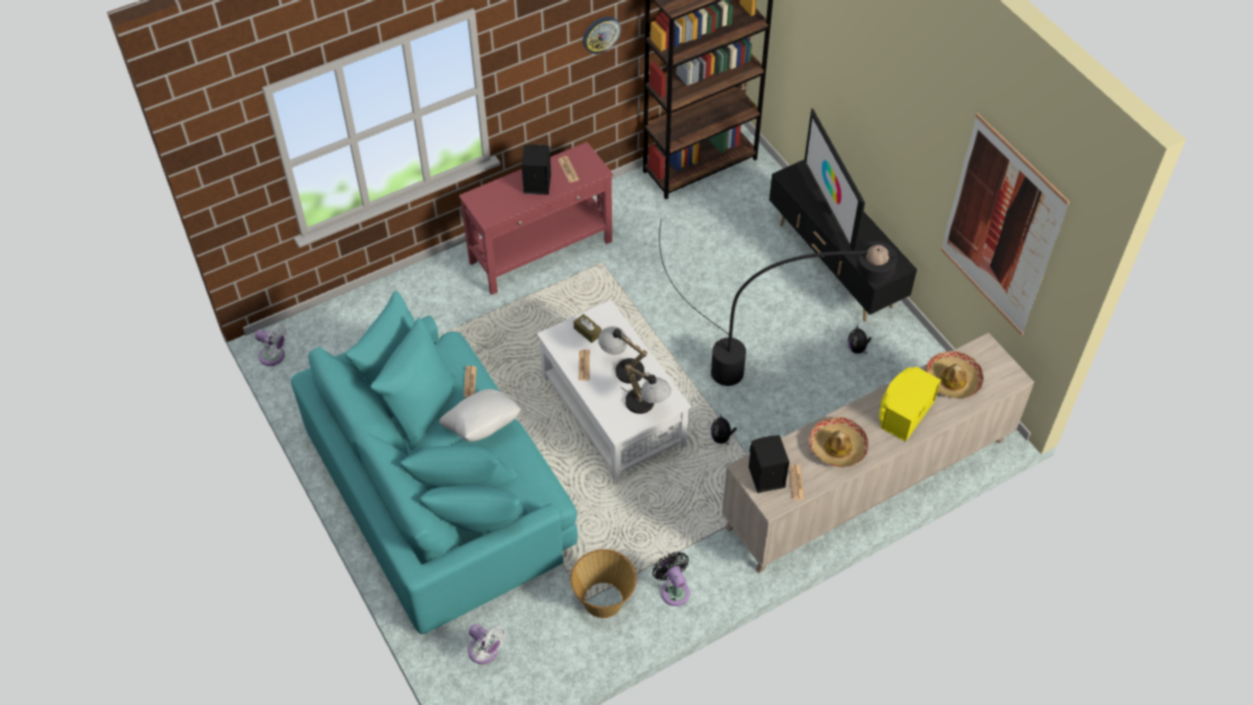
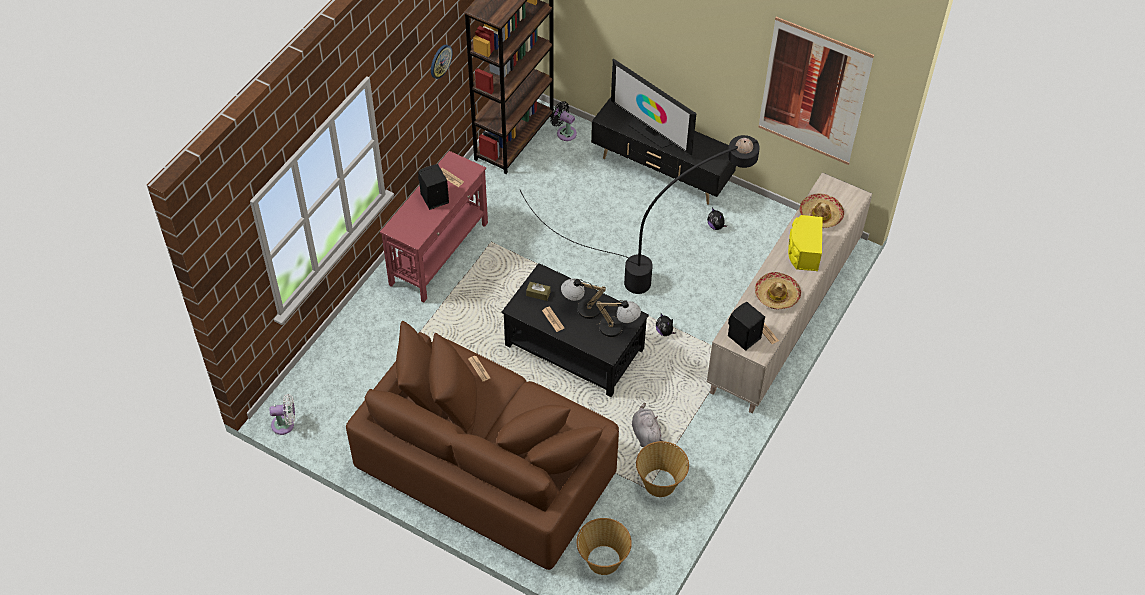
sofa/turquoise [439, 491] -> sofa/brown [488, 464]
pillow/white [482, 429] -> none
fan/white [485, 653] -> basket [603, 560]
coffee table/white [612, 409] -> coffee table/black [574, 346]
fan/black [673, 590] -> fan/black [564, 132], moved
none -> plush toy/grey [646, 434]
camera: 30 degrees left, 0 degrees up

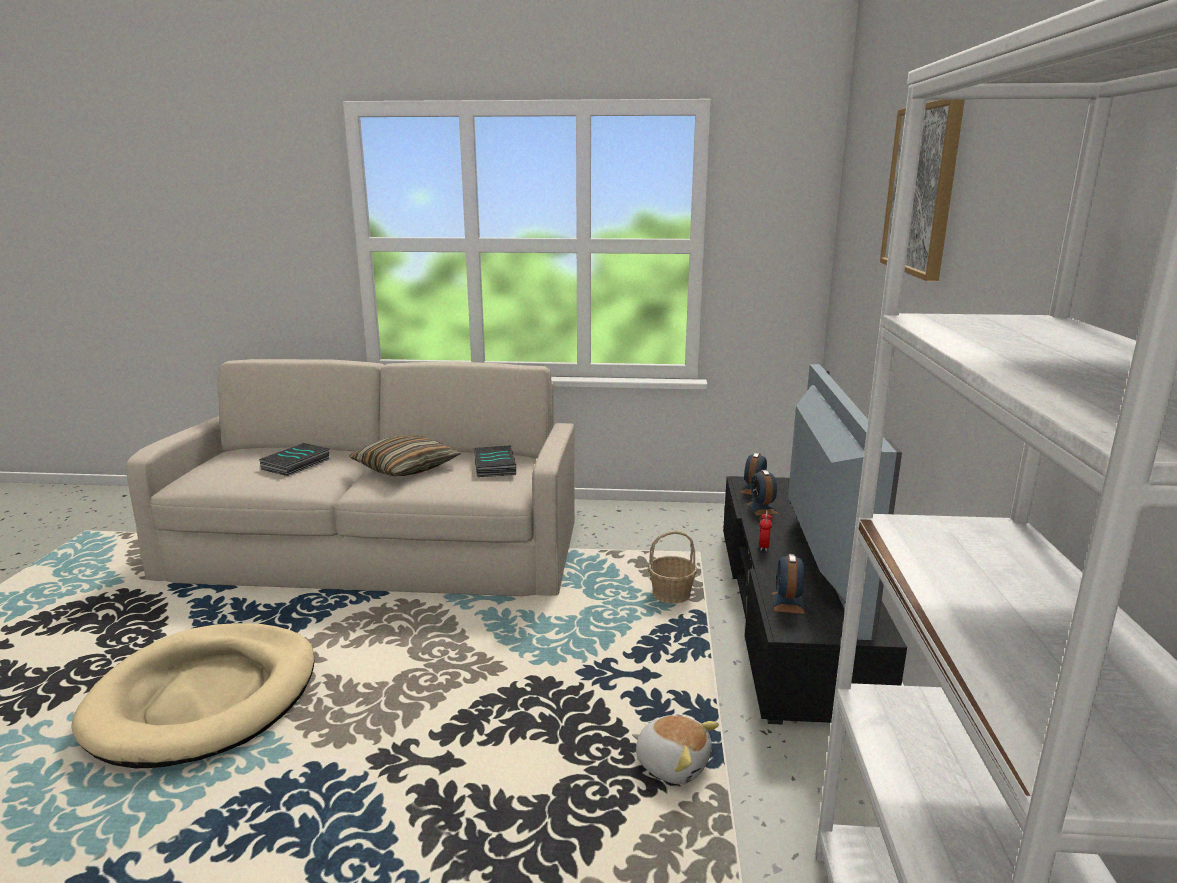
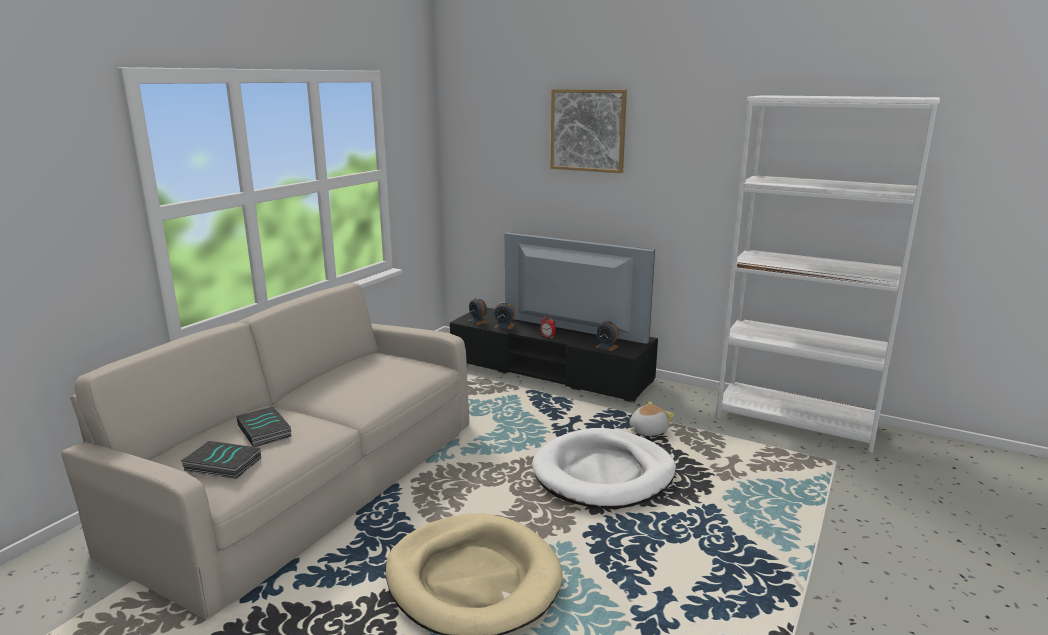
pillow [405, 468] -> none
book [493, 466] -> book [221, 465], moved
basket [671, 595] -> none
none -> dog bed/white [604, 474]
camera: 65 degrees left, 0 degrees up

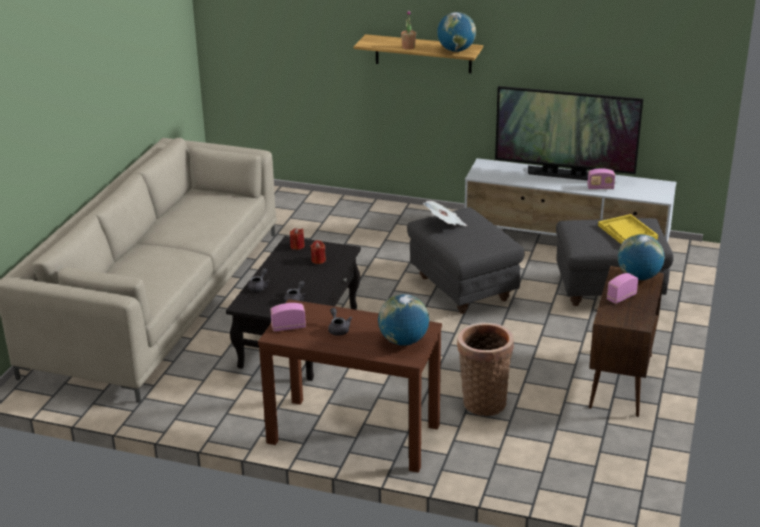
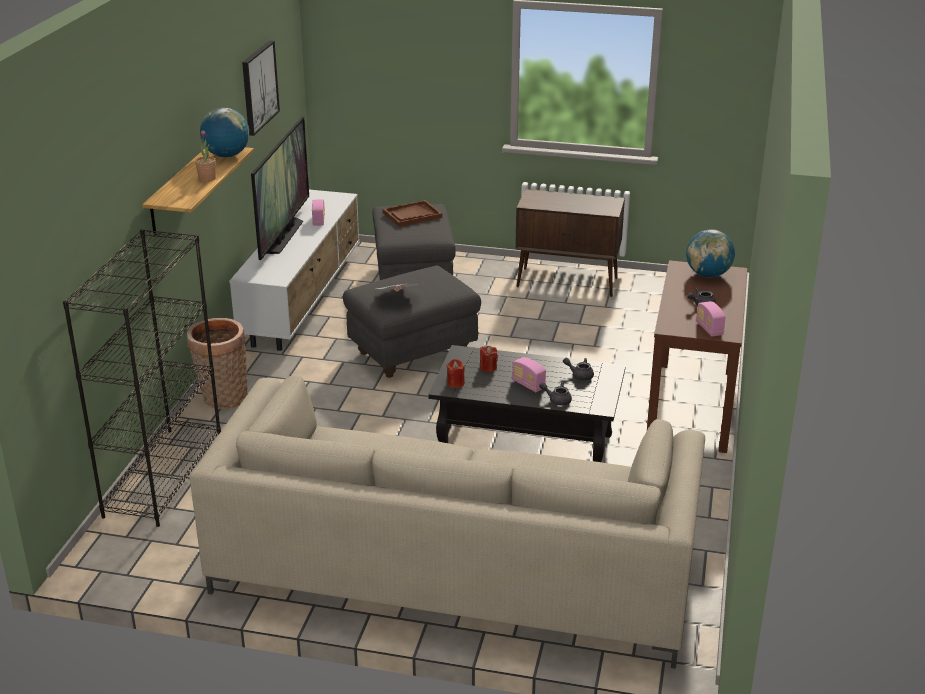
basket [483, 401] -> basket [222, 399], moved
tray/yellow [627, 232] -> tray/brown [412, 215]
radio [621, 297] -> radio [528, 385], moved
globe [638, 277] -> none
none -> bookcase/black [164, 475]
none -> picture [259, 87]
camera: 95 degrees left, 0 degrees up

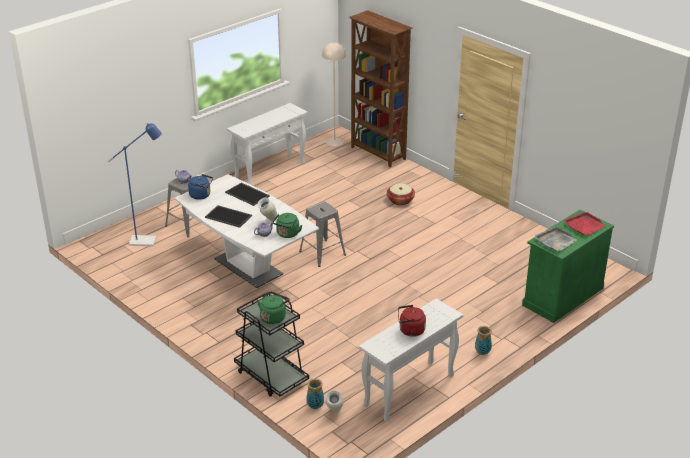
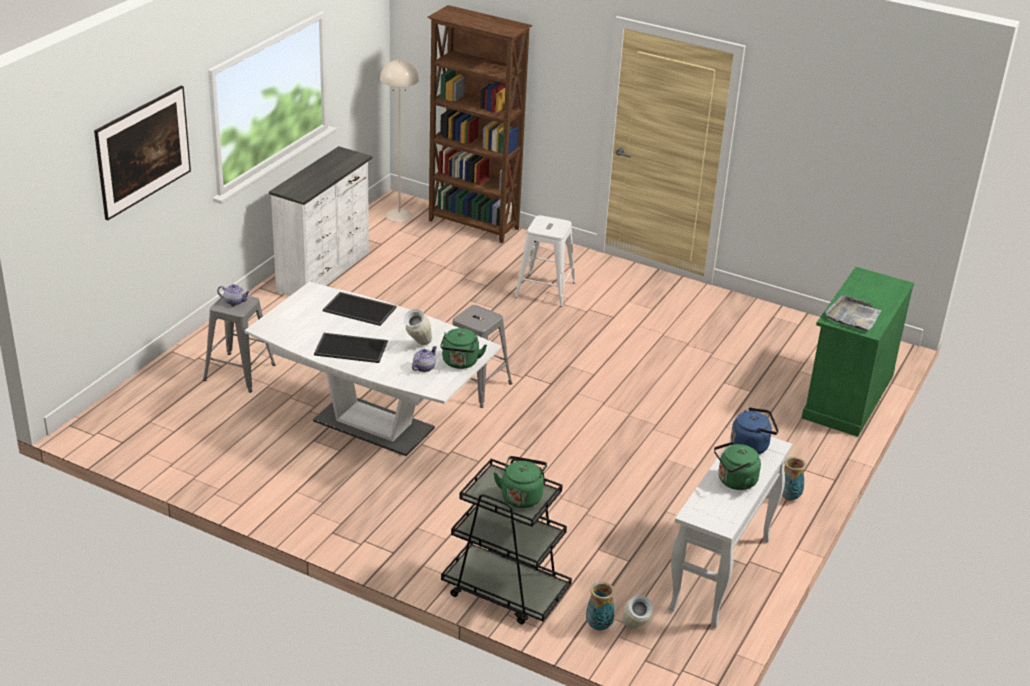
floor lamp/blue [148, 241] -> none
kettle/blue [201, 195] -> kettle/blue [751, 446], moved
console table/white [270, 171] -> dresser/white [325, 271]
basket [400, 200] -> stool/white [545, 290]
kettle/red [410, 331] -> kettle/green [734, 482]
tray/red [584, 225] -> none
none -> picture [145, 173]
camera: 20 degrees left, 0 degrees up

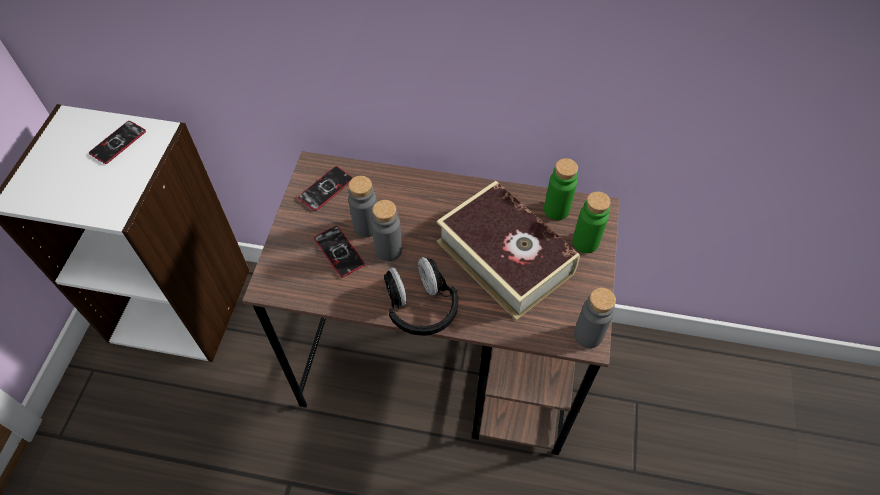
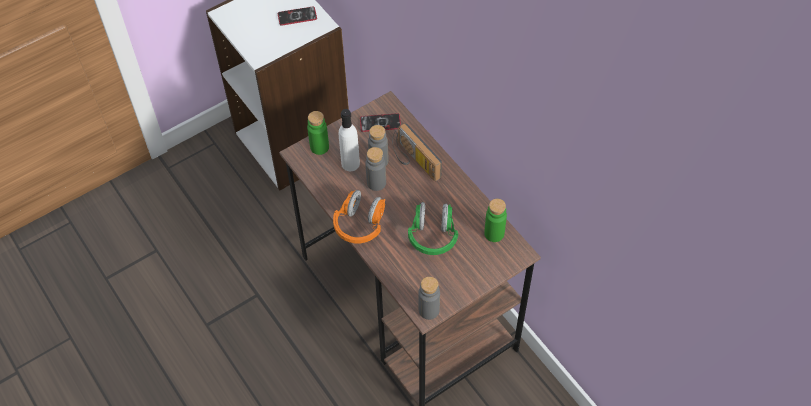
phone [339, 252] -> bottle/white [350, 163]
headphones/black [420, 306] -> headphones/orange [360, 225]
book [504, 257] -> headphones/green [433, 236]
bottle/green [585, 242] -> bottle/green [319, 147], moved
none -> radio [413, 161]
camera: 45 degrees right, 0 degrees up

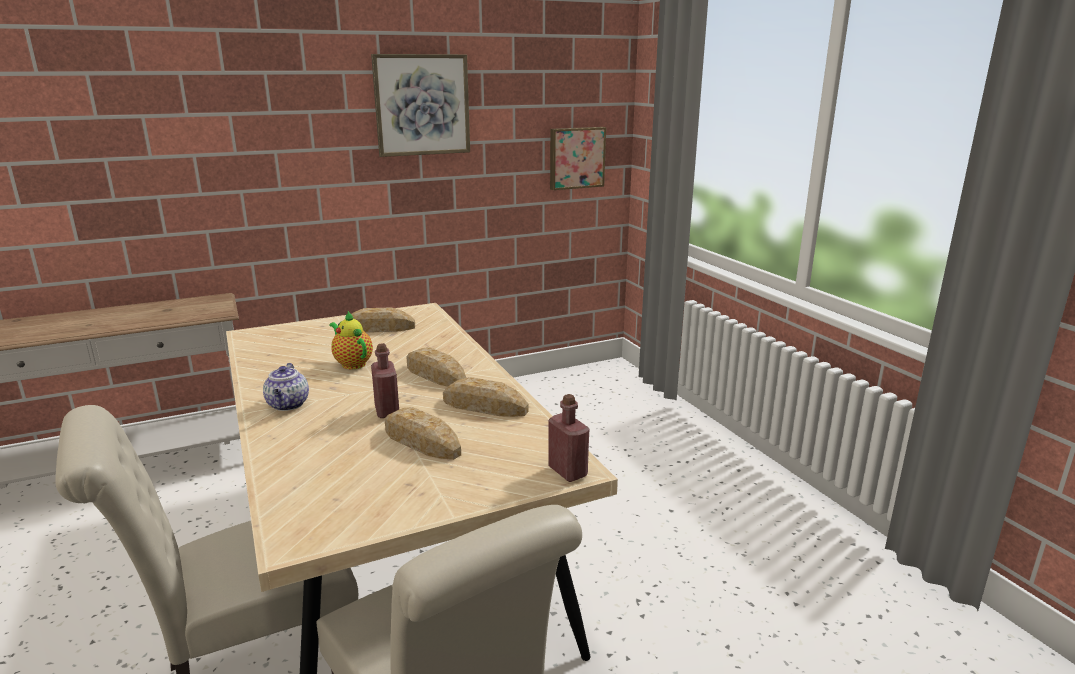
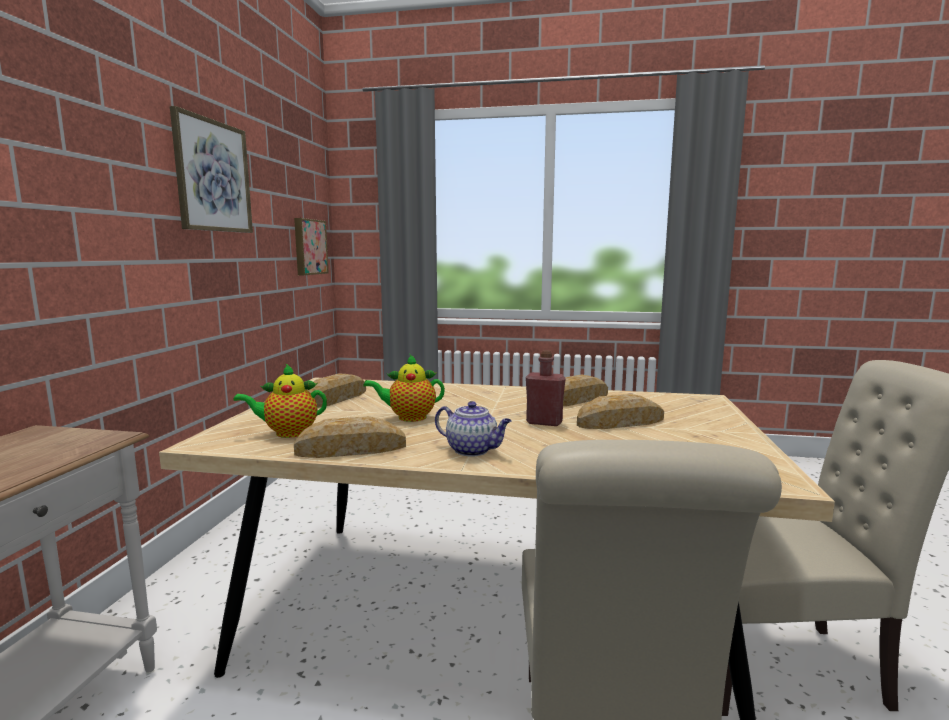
bread [435, 375] -> bread [351, 449], moved
bottle/red [567, 471] -> none
none -> teapot [287, 433]
camera: 55 degrees left, 10 degrees down

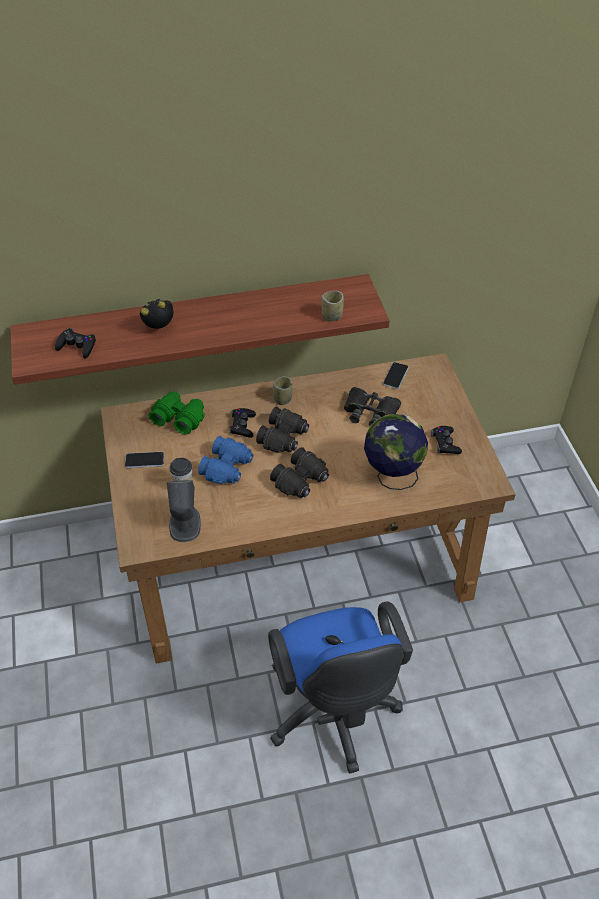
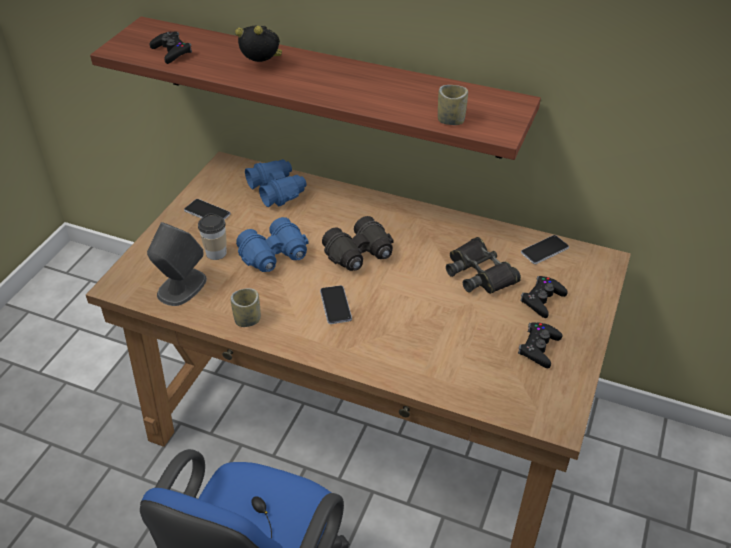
binoculars/green [179, 418] -> binoculars/blue [277, 190]
game controller/black [242, 425] -> game controller/black [542, 300], moved
binoculars/black [301, 481] -> phone [335, 305]
cup [282, 399] -> cup [247, 320], moved
globe [392, 477] -> none
camera: 35 degrees right, 5 degrees down

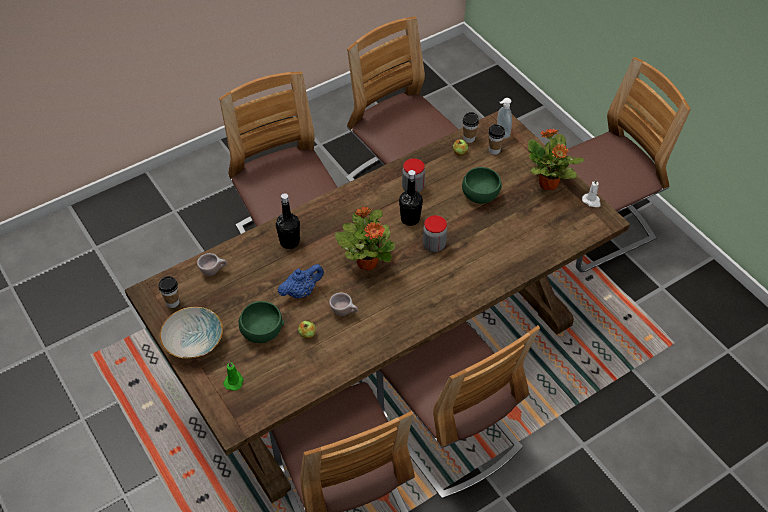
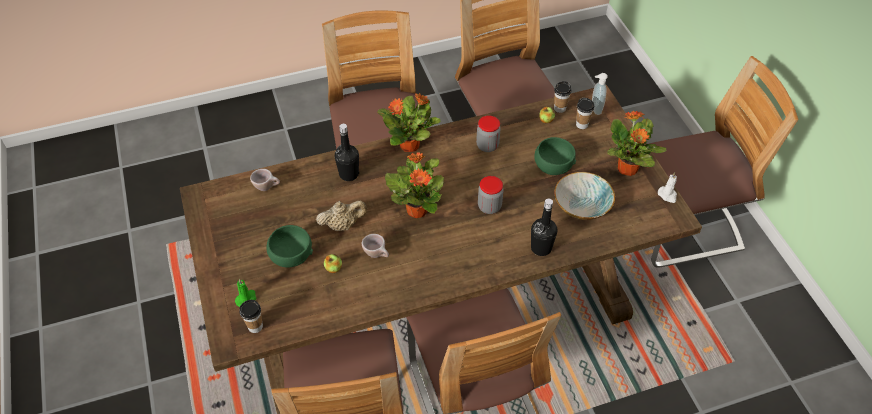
cup [172, 302] -> cup [255, 326], moved
bowl [194, 343] -> bowl [582, 207], moved
teapot/blue [301, 291] -> teapot/beige [343, 225]
bottle/black [410, 219] -> bottle/black [541, 248], moved
none -> potted plant [410, 145]
camera: 15 degrees right, 0 degrees up

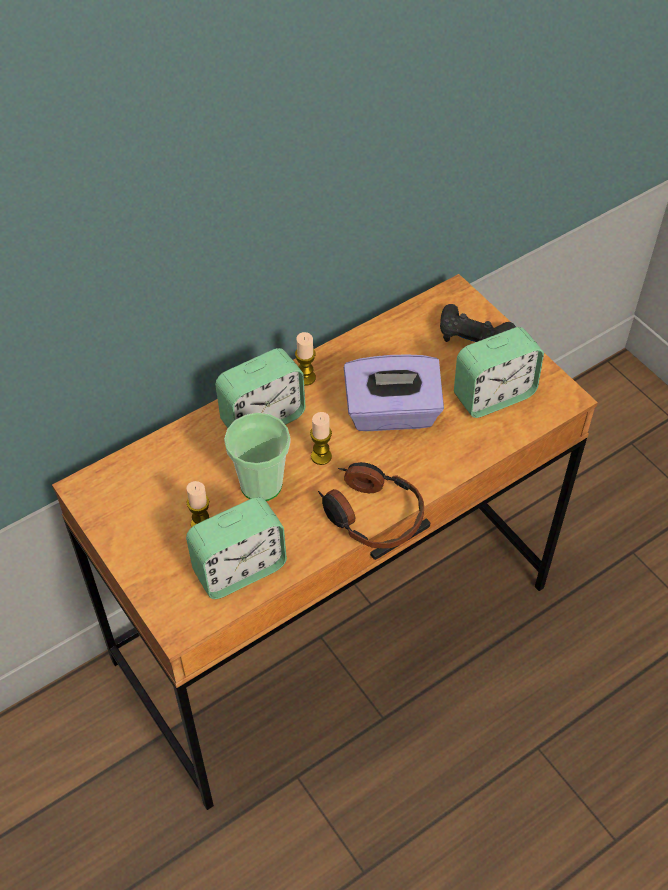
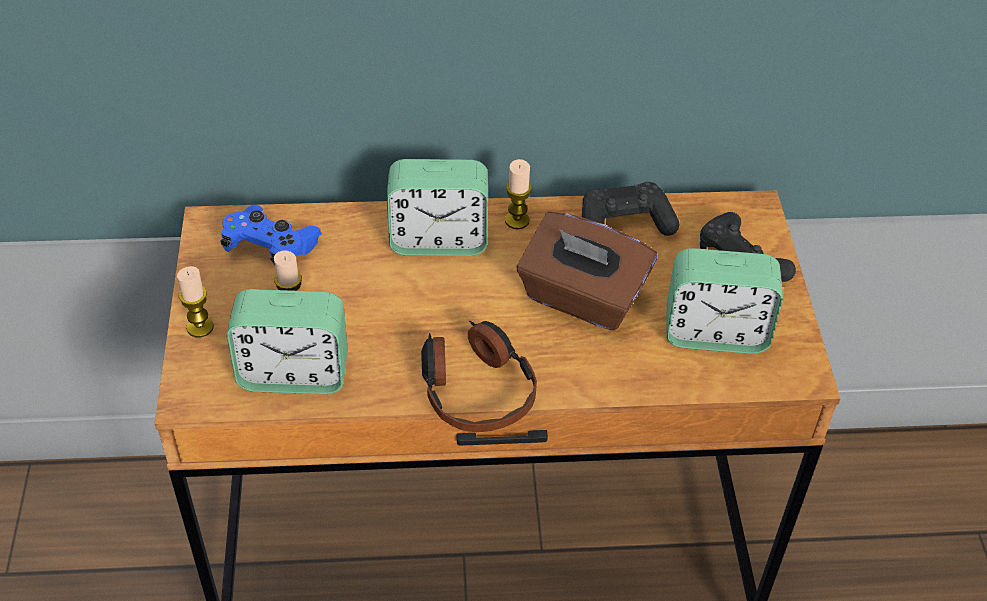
cup [261, 484] -> none
candle [321, 456] -> candle [200, 327], moved
tissue box/purple [392, 414] -> tissue box/brown [582, 298]
none -> game controller/blue [271, 248]
none -> game controller/black [624, 224]
camera: 30 degrees right, 5 degrees down

